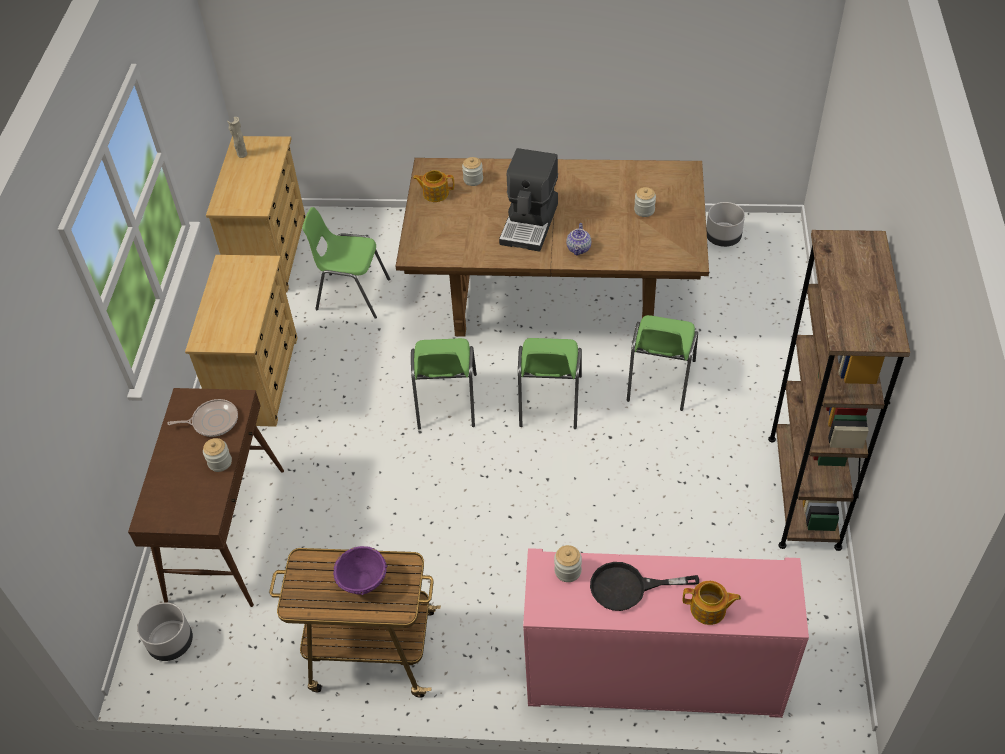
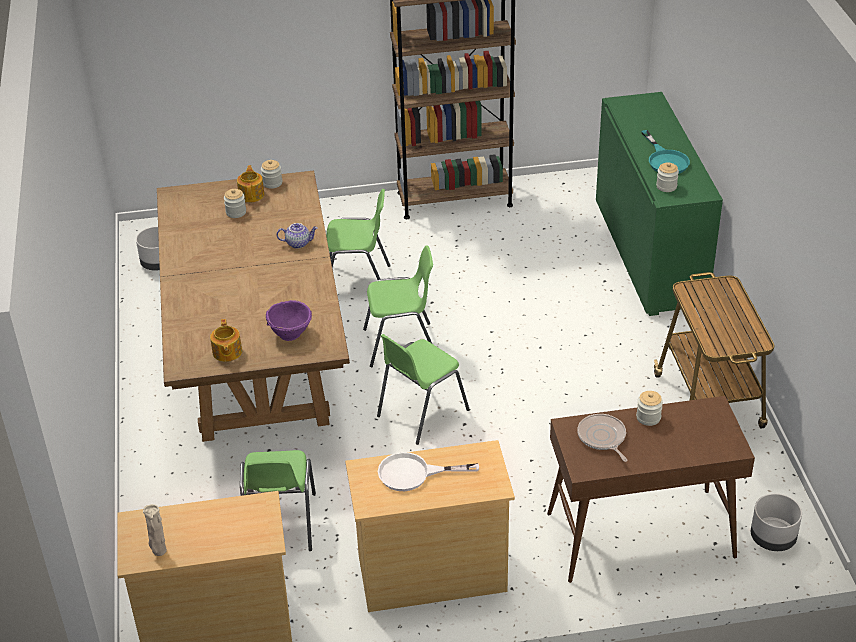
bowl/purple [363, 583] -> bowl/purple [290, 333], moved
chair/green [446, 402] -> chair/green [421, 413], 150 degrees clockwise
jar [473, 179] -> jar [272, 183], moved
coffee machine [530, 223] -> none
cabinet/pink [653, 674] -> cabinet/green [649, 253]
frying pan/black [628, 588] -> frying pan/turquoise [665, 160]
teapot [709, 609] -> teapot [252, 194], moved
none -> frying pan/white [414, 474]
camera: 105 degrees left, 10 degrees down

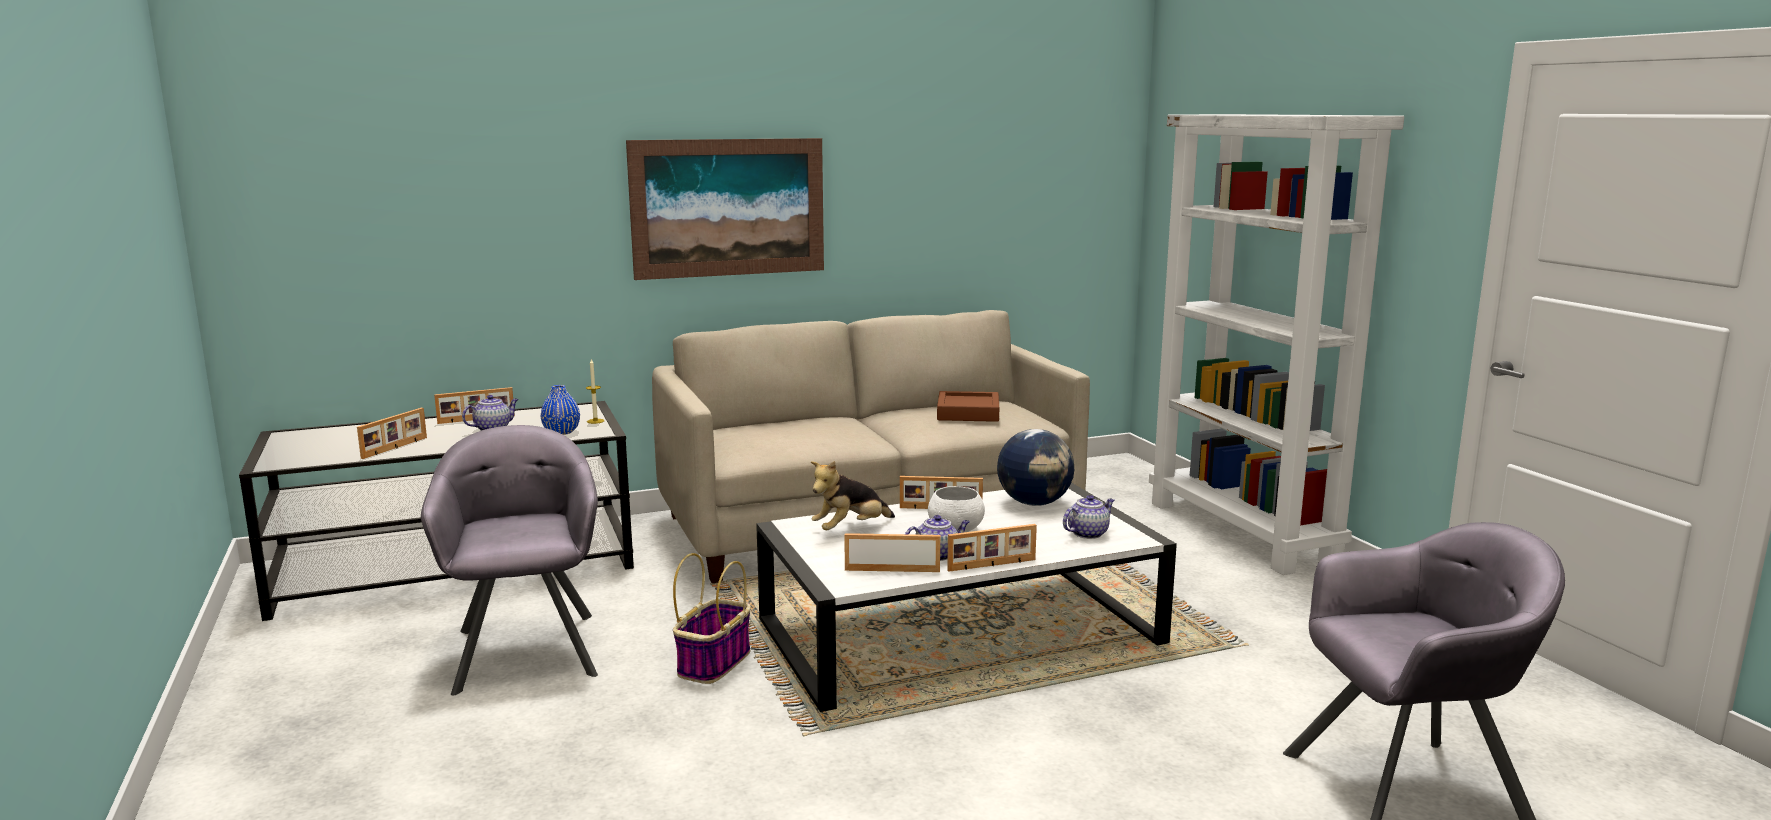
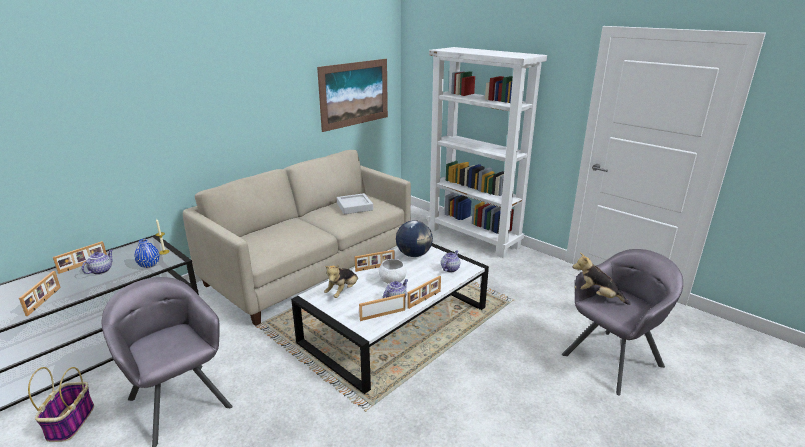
picture [728, 207] -> picture [354, 94], moved
basket [714, 662] -> basket [71, 421], moved
tray/brown [968, 413] -> tray/grey [354, 207]
none -> plush toy [597, 296]
camera: 25 degrees left, 10 degrees up

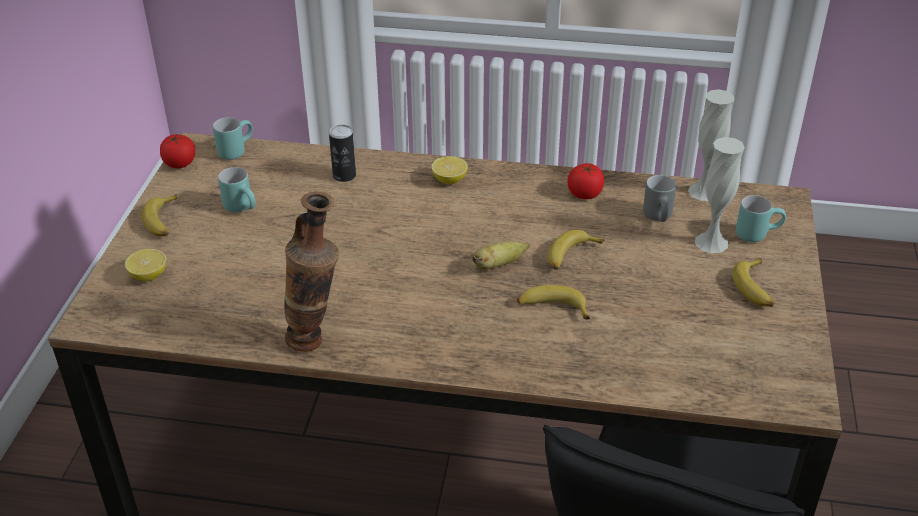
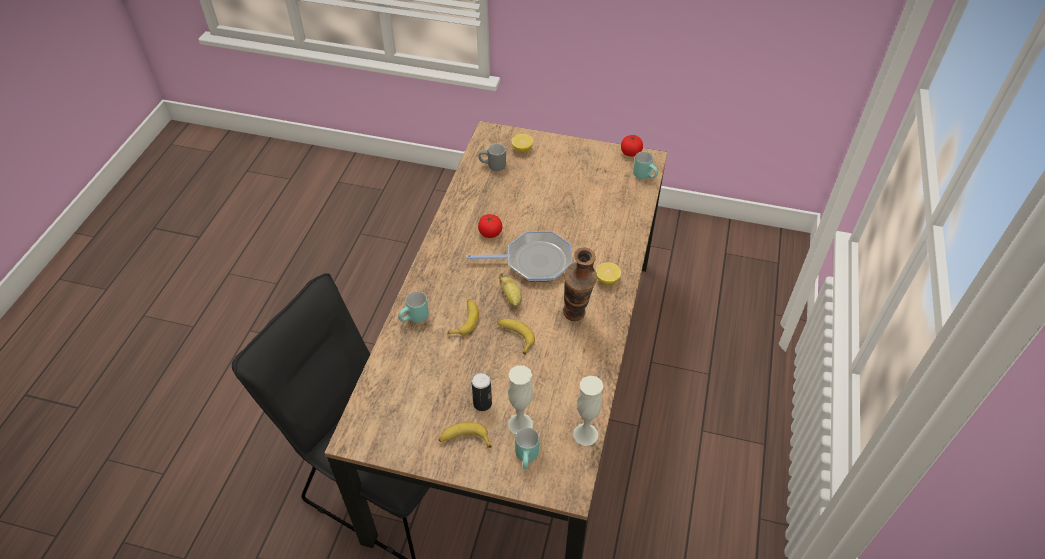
banana [163, 222] -> none
mug/turquoise [243, 207] -> mug/turquoise [415, 319], moved
vase [316, 339] -> vase [576, 319], moved
can [344, 175] -> can [482, 403], moved
tomato [585, 193] -> tomato [490, 233], moved
mug/grey [660, 218] -> mug/grey [492, 167], moved
none -> frying pan [534, 261]
camera: 95 degrees right, 10 degrees up

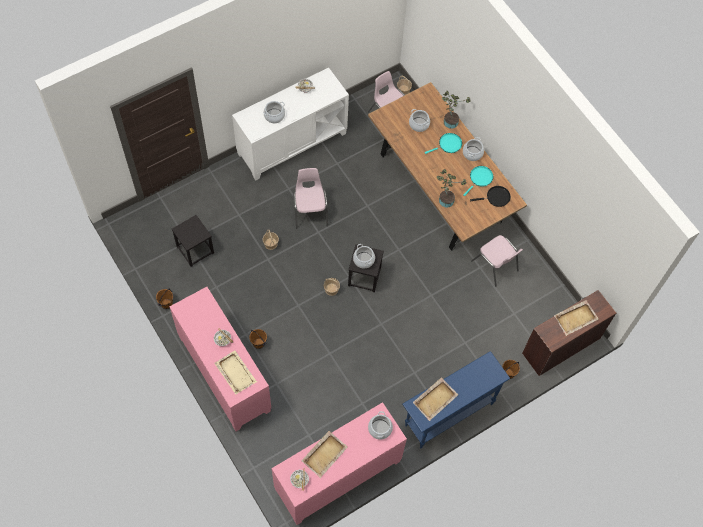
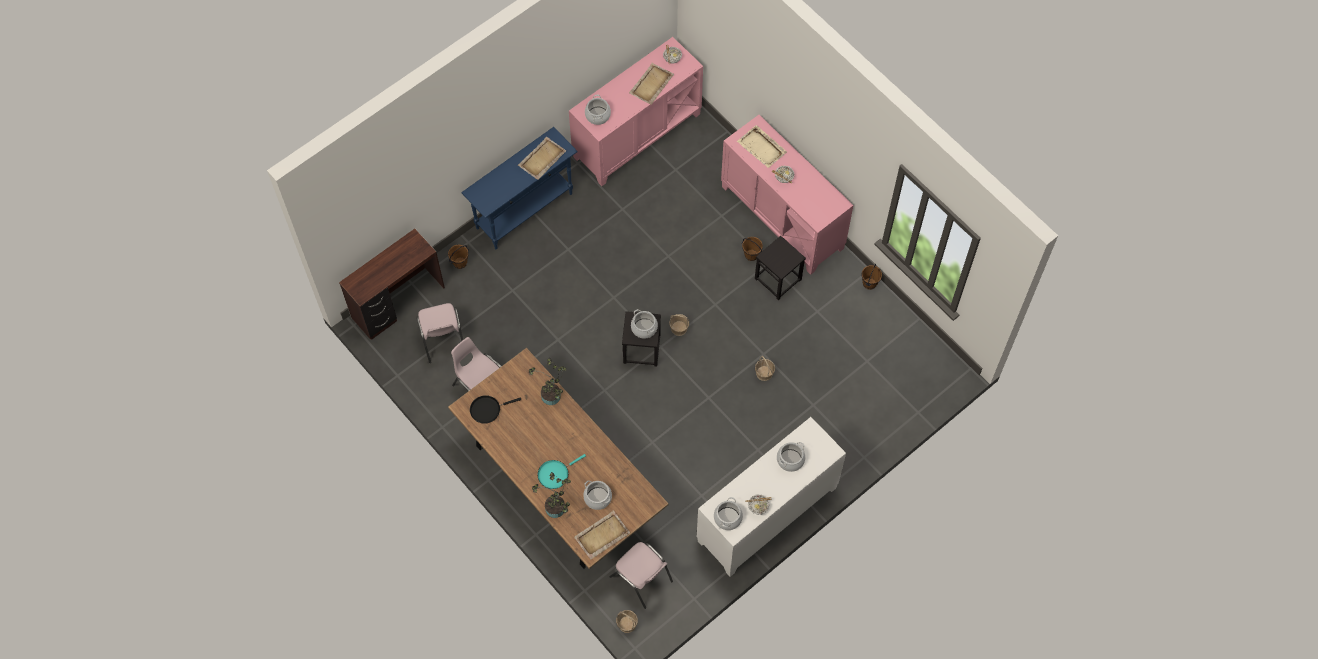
stool/black [195, 250] -> stool/black [778, 279], moved
chair/pink [310, 211] -> chair/pink [442, 339], moved
cooking pot [472, 153] -> cooking pot [728, 518], moved
frying pan/turquoise [480, 178] -> none
tray/beige [576, 318] -> tray/beige [601, 536], moved
camera: 175 degrees right, 0 degrees up

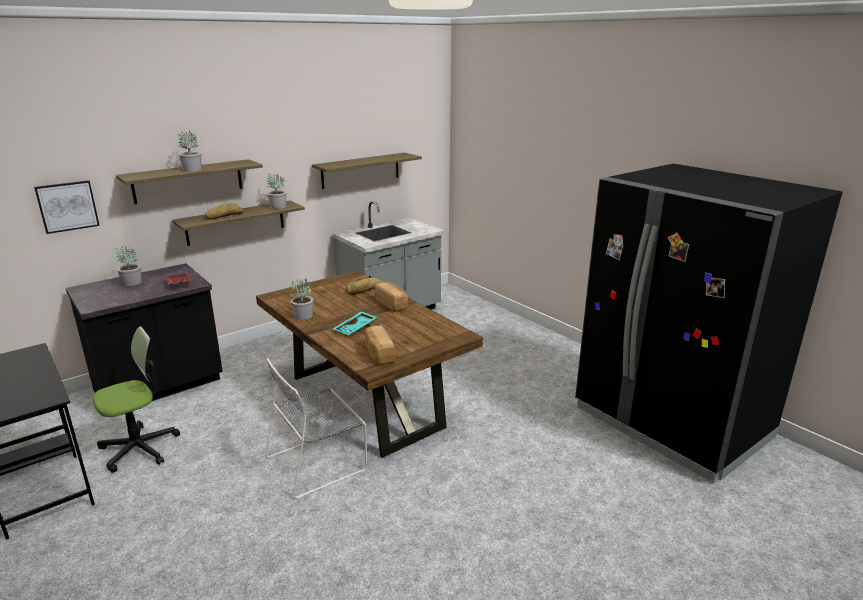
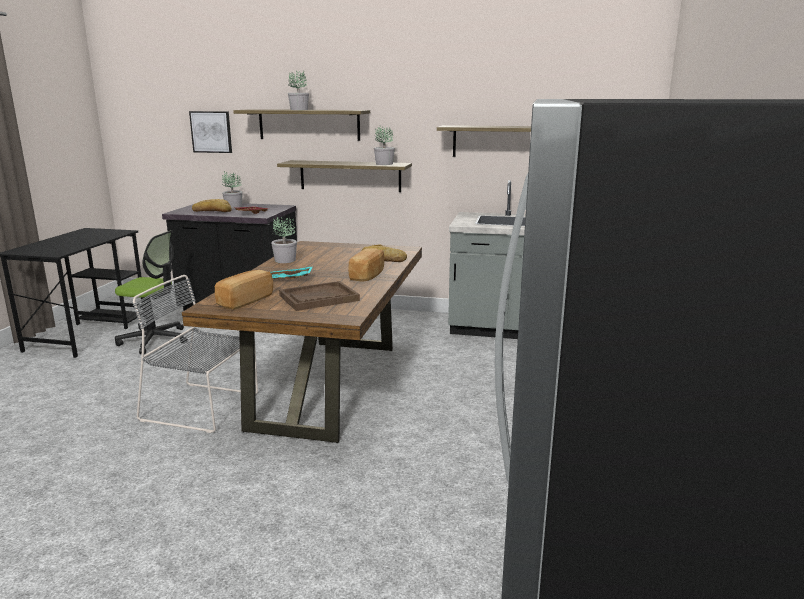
bread [224, 216] -> bread [212, 211], moved
none -> tray/brown [319, 298]
camera: 50 degrees right, 5 degrees down

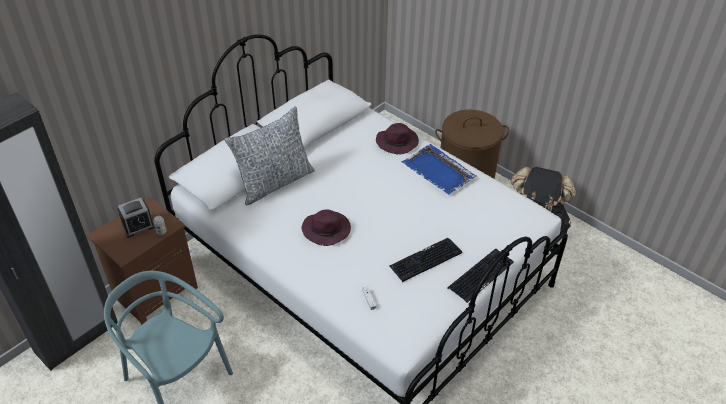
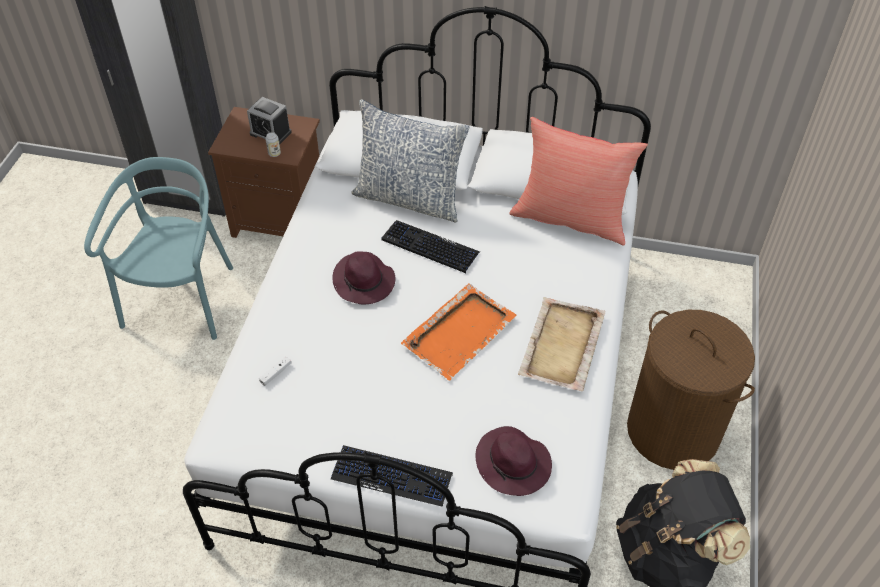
hat/purple [397, 142] -> hat/purple [513, 464], moved
keyboard [425, 260] -> keyboard [430, 247], moved
tray/blue [439, 171] -> tray/beige [561, 346]
none -> tray/orange [460, 332]
none -> pillow/red [571, 218]
camera: 60 degrees right, 5 degrees up

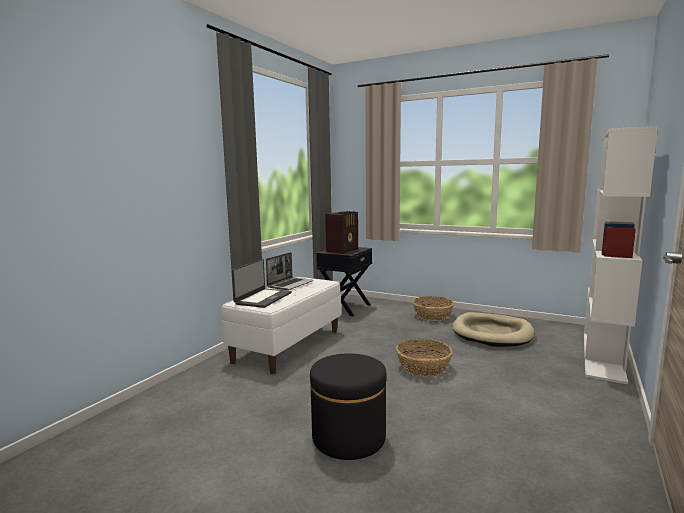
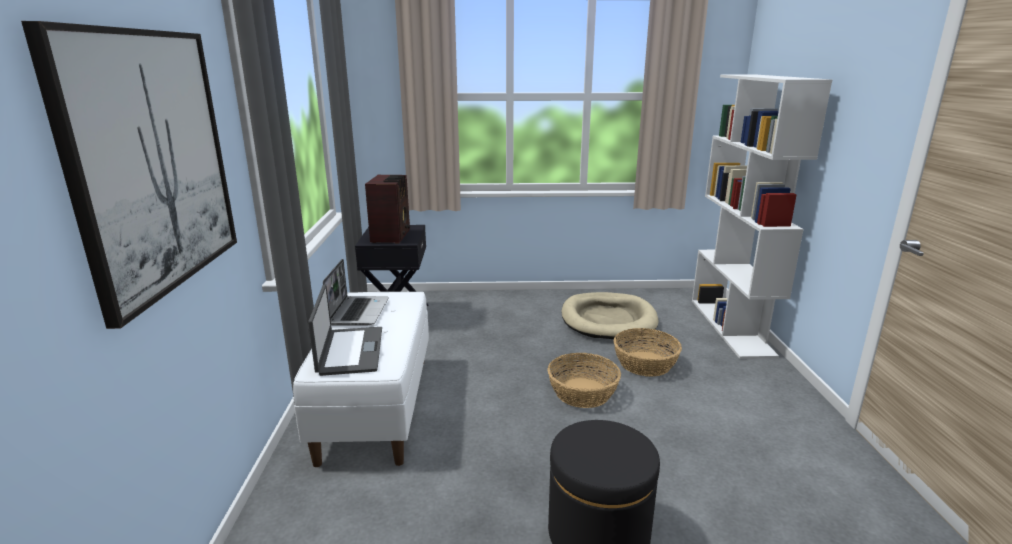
basket [432, 316] -> basket [644, 364], moved
none -> picture [153, 162]
camera: 30 degrees left, 10 degrees up

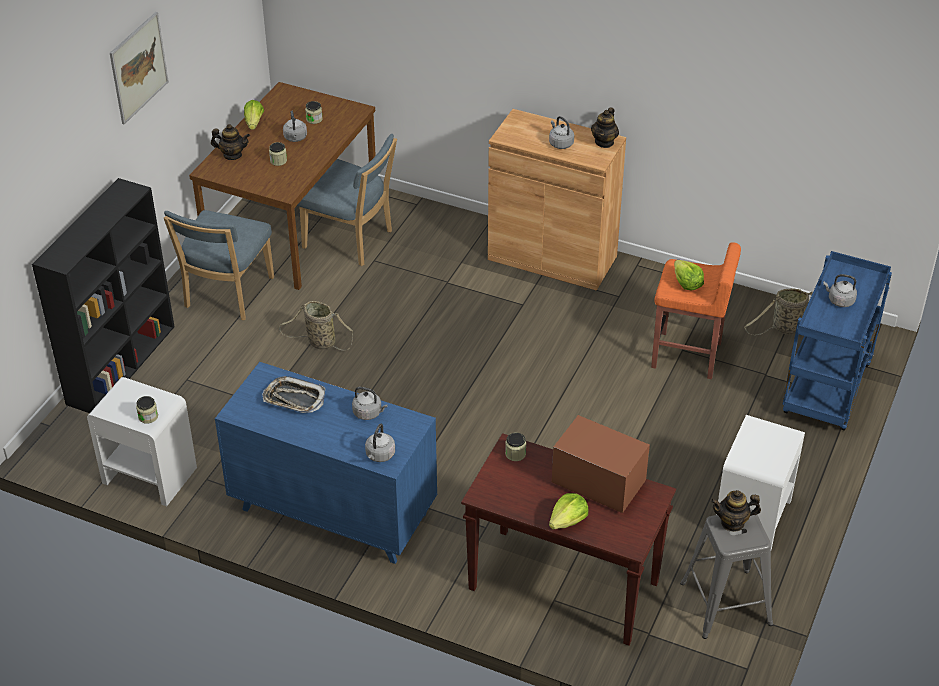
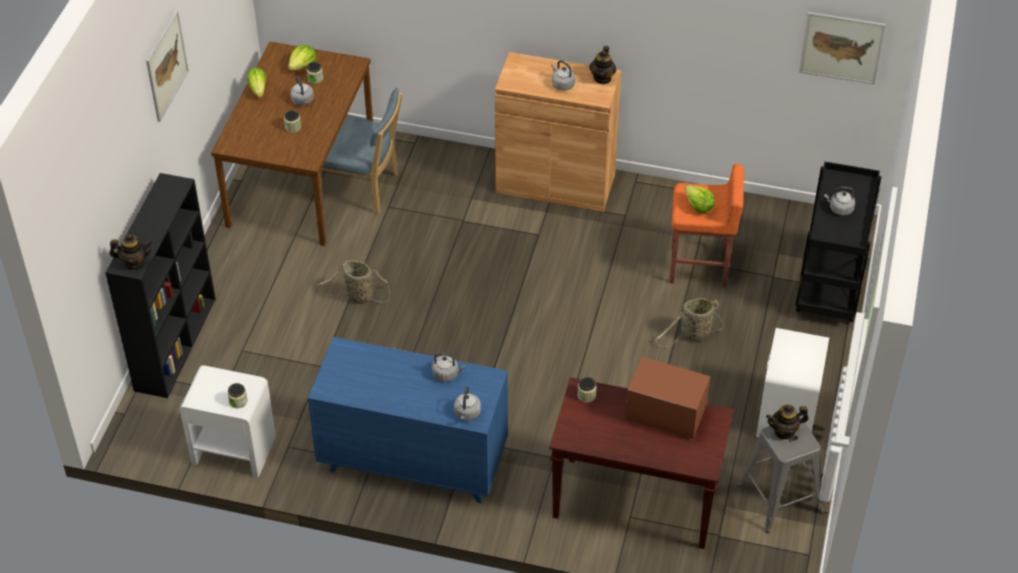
chair/blue [226, 295] -> none
teapot [232, 155] -> teapot [134, 262], moved
tray [294, 399] -> none
lettuce [568, 521] -> lettuce [302, 66], moved
basket [784, 328] -> basket [693, 335], moved
cart/blue [827, 392] -> cart/black [830, 286]
none -> picture [842, 47]
camera: 10 degrees left, 5 degrees up

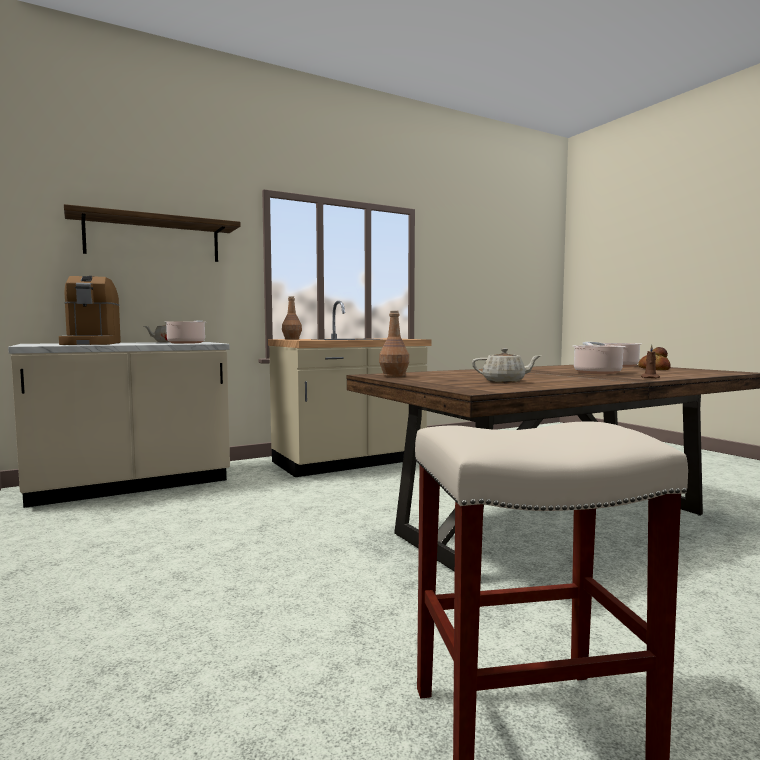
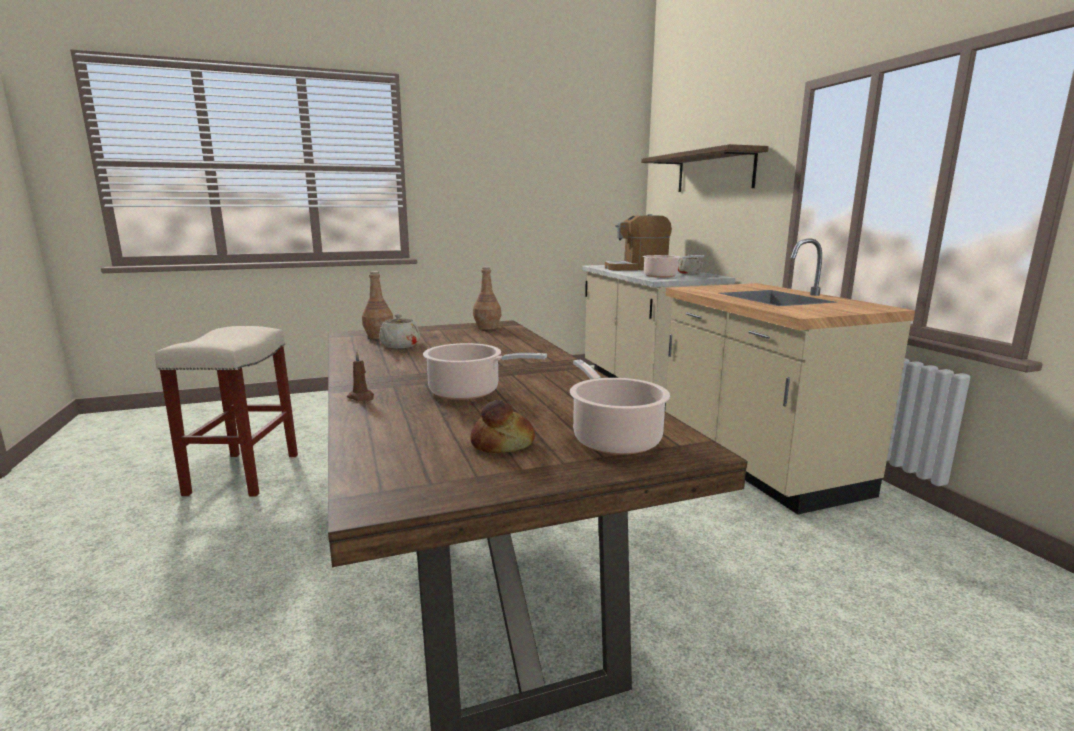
bottle/brown [291, 339] -> bottle/brown [379, 336], moved
camera: 100 degrees right, 10 degrees up

